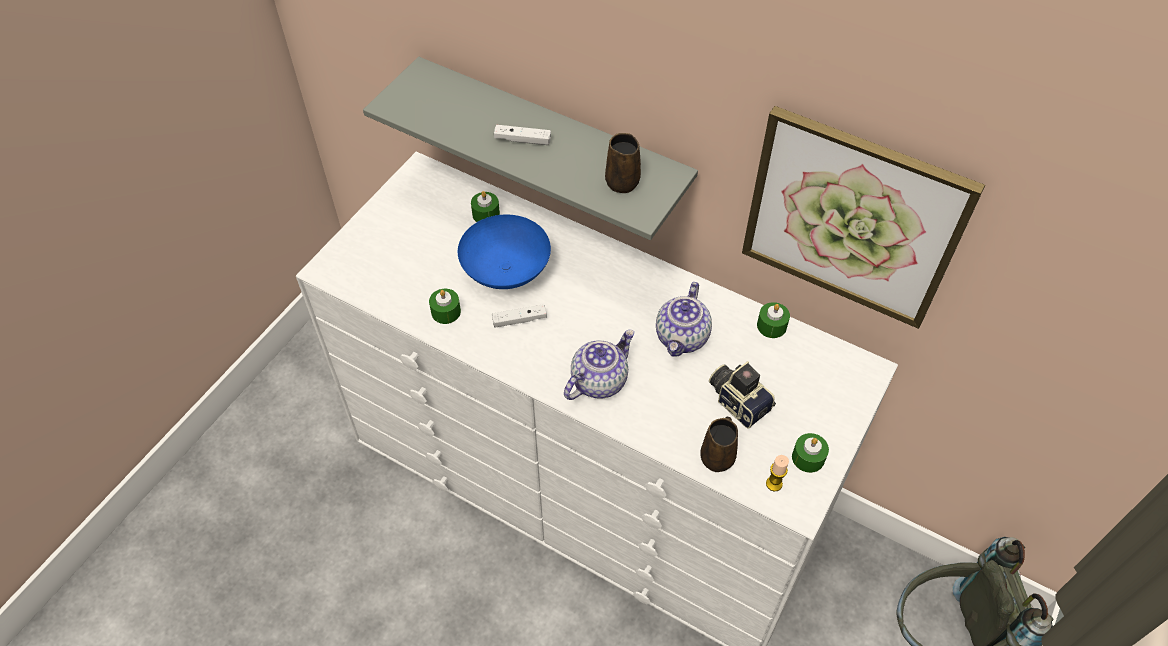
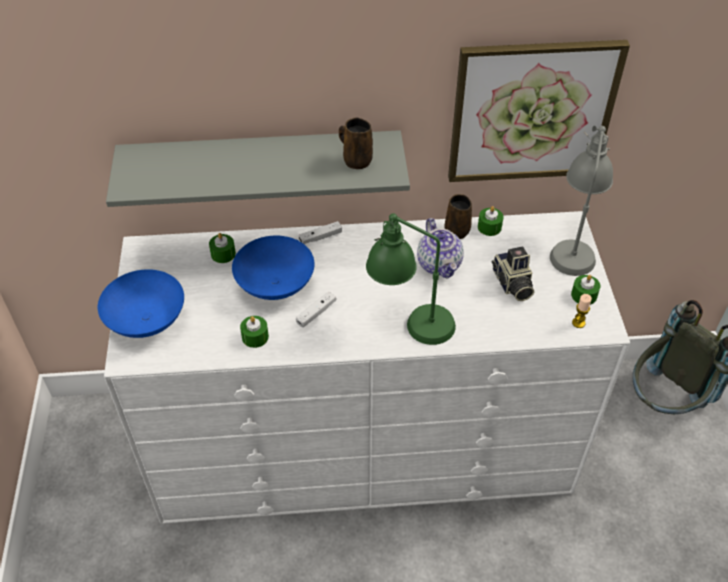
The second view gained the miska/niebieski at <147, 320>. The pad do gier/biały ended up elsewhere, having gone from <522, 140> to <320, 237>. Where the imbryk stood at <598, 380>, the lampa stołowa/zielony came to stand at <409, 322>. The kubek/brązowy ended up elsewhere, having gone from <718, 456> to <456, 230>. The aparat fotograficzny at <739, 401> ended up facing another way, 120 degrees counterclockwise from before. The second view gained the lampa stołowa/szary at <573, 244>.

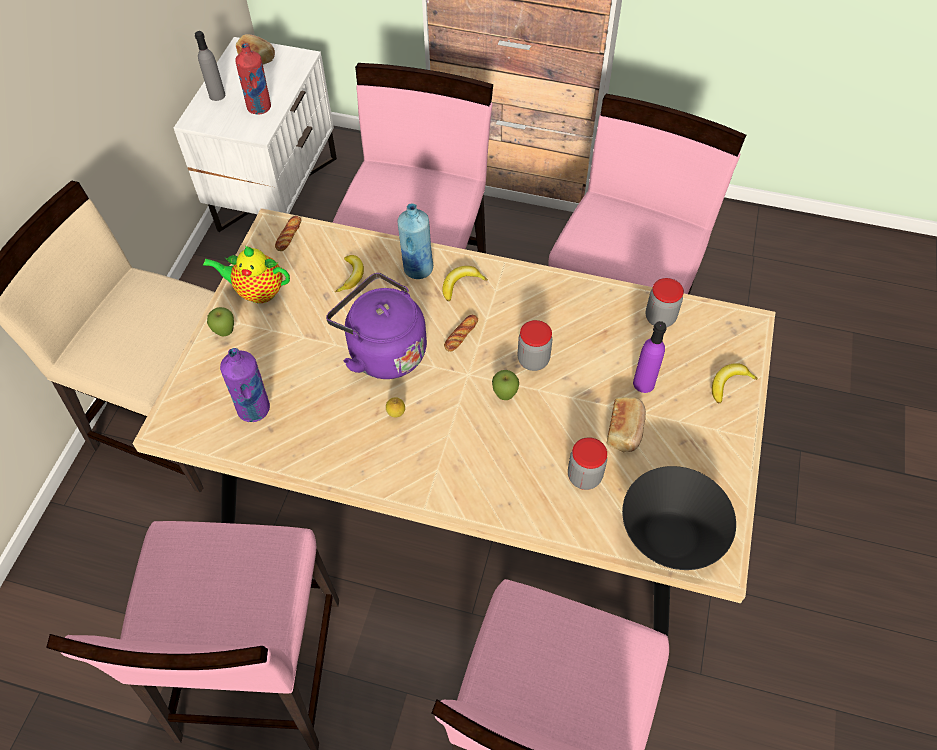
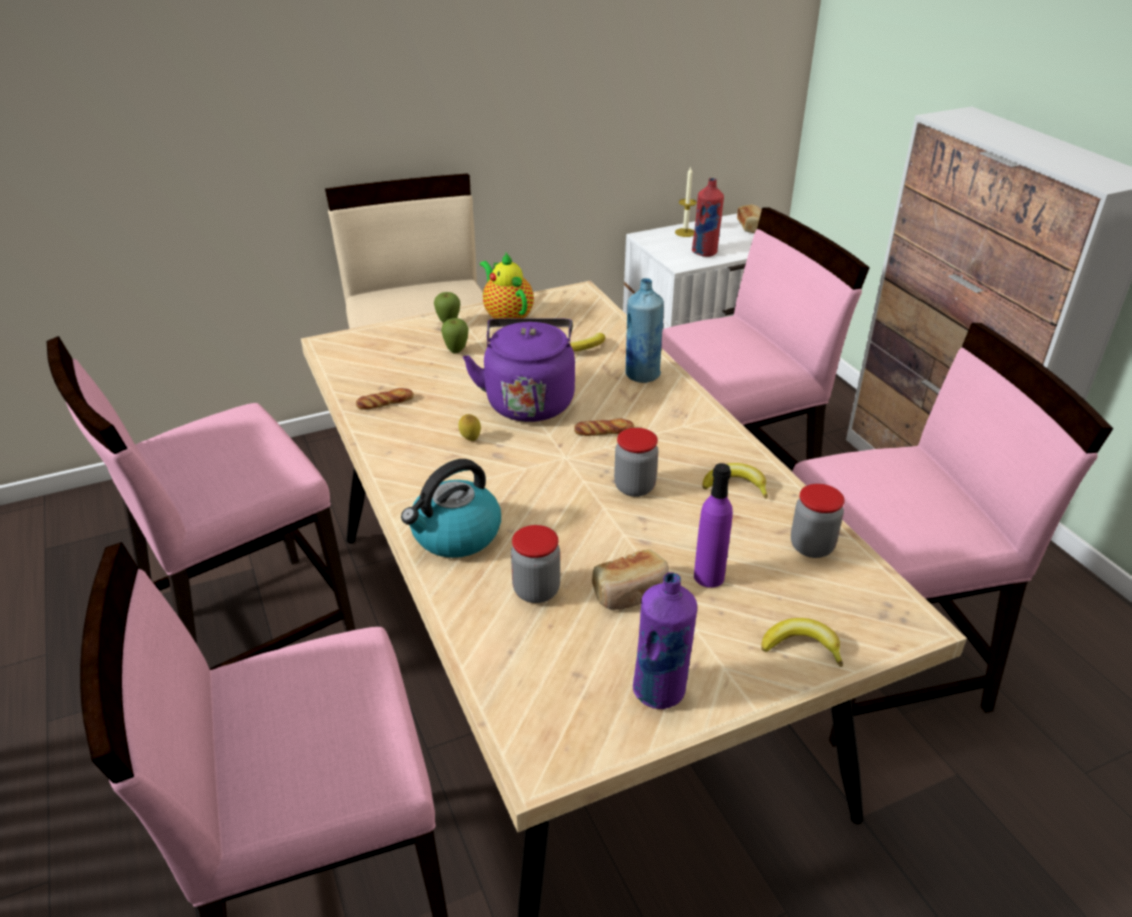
The chleb ended up elsewhere, having gone from <288, 235> to <385, 403>. The second view gained the czajnik at <455, 535>. The jabłko ended up elsewhere, having gone from <504, 396> to <456, 351>. The butelka/fioletowy ended up elsewhere, having gone from <254, 409> to <660, 691>. Where the butelka/szary stood at <217, 95>, the świeca came to stand at <685, 232>. The banan ended up elsewhere, having gone from <461, 285> to <735, 486>. The second view lost the miska/czarny at <670, 535>.

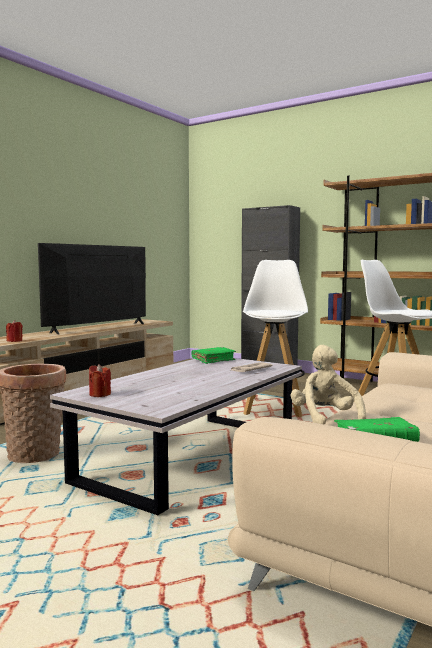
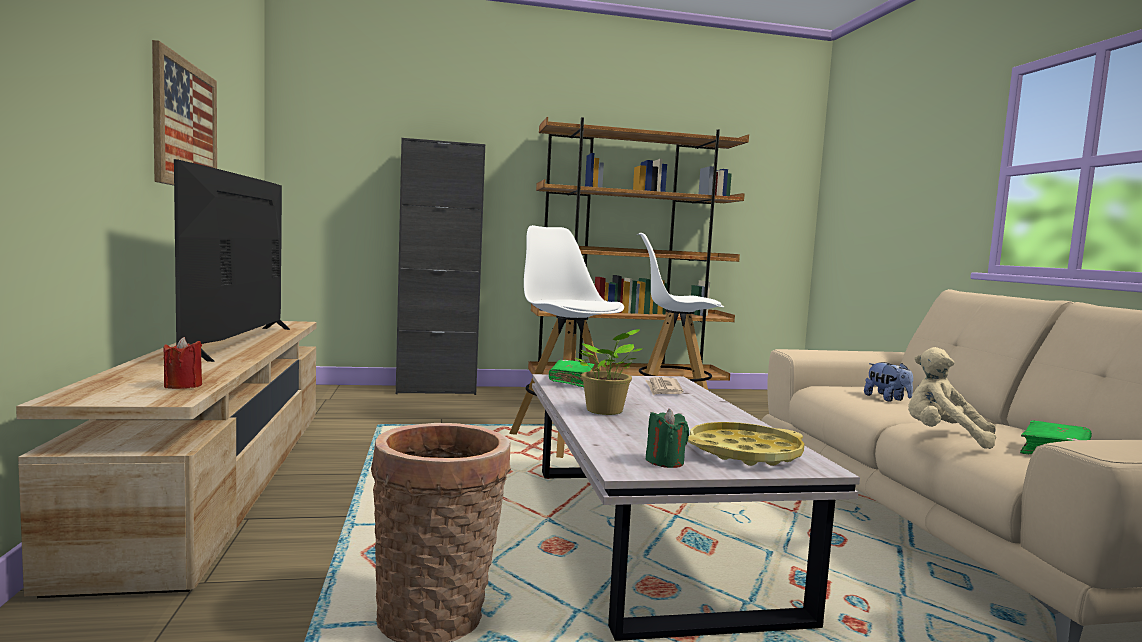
The second view gained the obraz at <185, 125>. The second view gained the roślina doniczkowa at <606, 411>. What was the świeca/czerwony at <100, 394> turned into the świeca/zielony at <665, 462>. The second view gained the taca/żółty at <744, 453>. The second view gained the pluszak at <887, 399>.

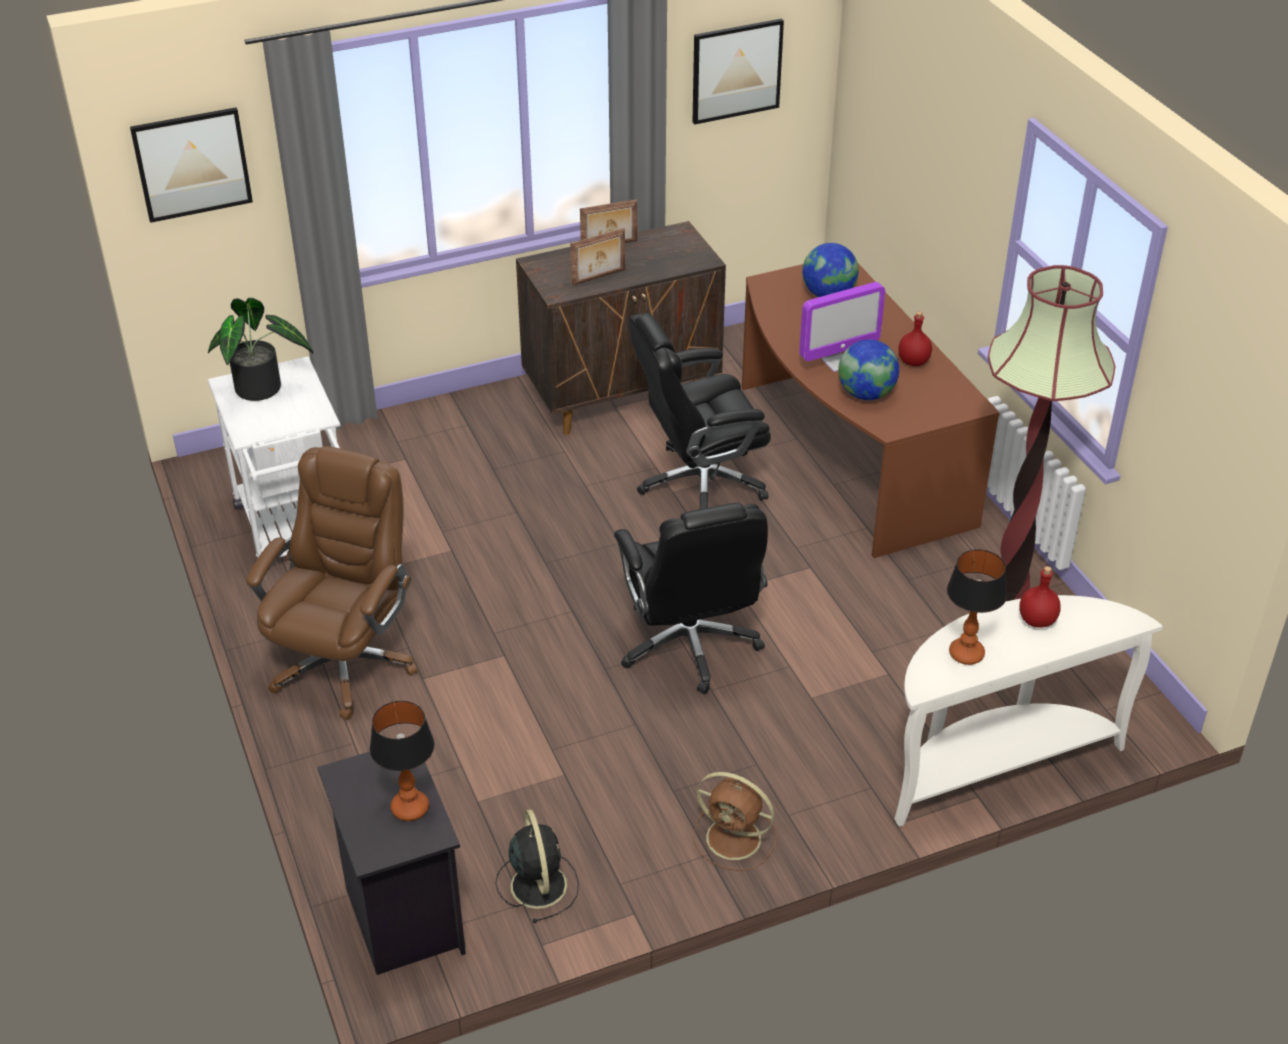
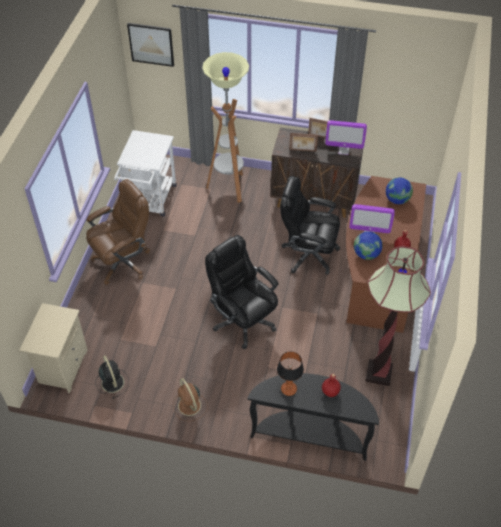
What was the szafka nocna/czarny at <402, 916> turned into the szafka nocna/beżowy at <62, 367>. The wentylator/czarny at <538, 883> ended up facing another way, 45 degrees counterclockwise from before. The second view gained the lampa stojąca at <229, 187>. The krzesło biurowe/czarny at <690, 645> ended up facing another way, 120 degrees clockwise from before. What was the stolik konsolowy/biały at <994, 763> turned into the stolik konsolowy/czarny at <310, 435>. The second view gained the monitor at <343, 151>. The second view lost the roślina doniczkowa at <262, 390>. The second view lost the lampa stołowa at <409, 808>. The second view lost the obraz at <736, 70>.

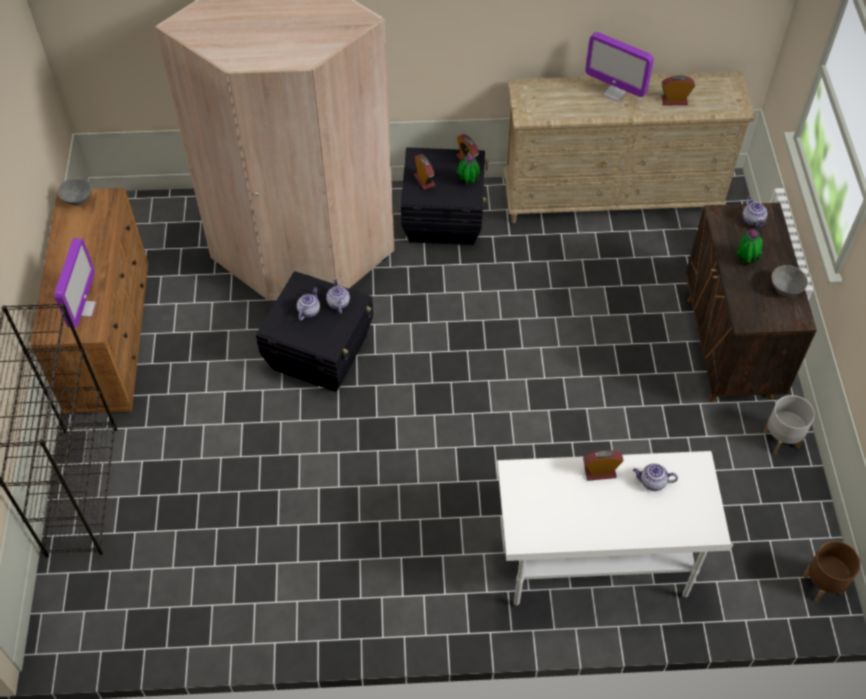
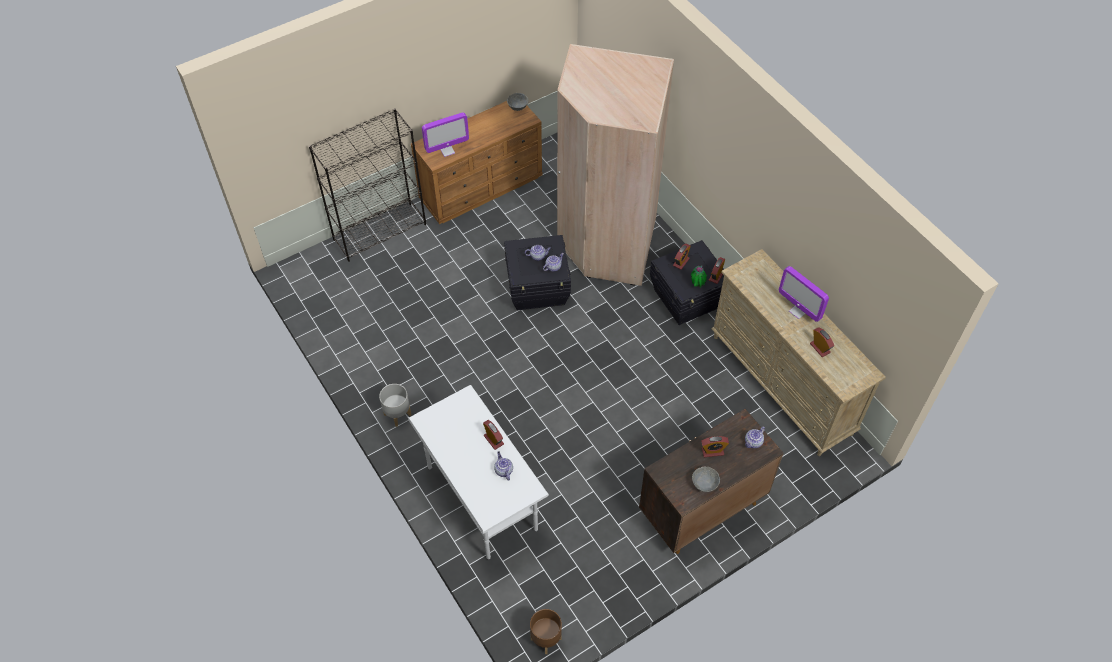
The donica/szary ended up elsewhere, having gone from <781, 439> to <398, 414>. Where the roślina doniczkowa stood at <745, 260>, the budzik came to stand at <712, 451>. The monitor at <614, 93> ended up facing another way, 45 degrees counterclockwise from before.

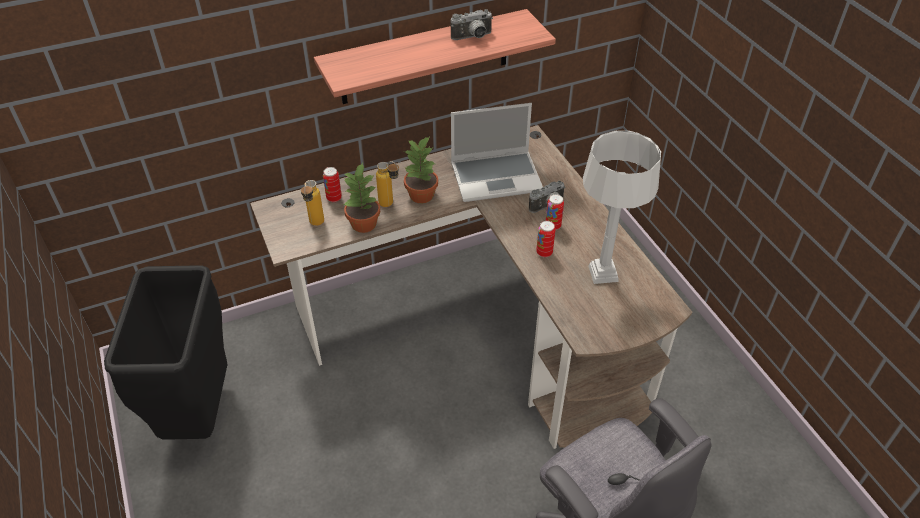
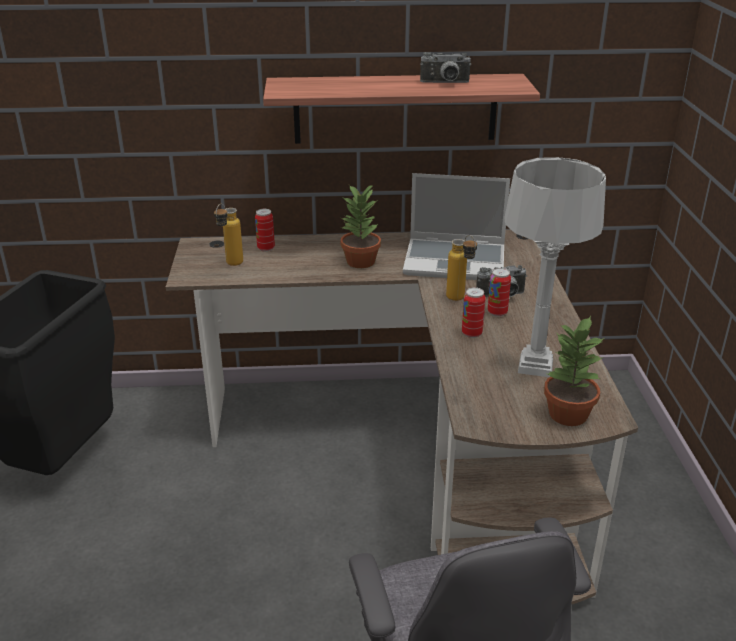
The butelka ended up elsewhere, having gone from <390, 205> to <460, 300>. The roślina doniczkowa ended up elsewhere, having gone from <363, 224> to <567, 414>.

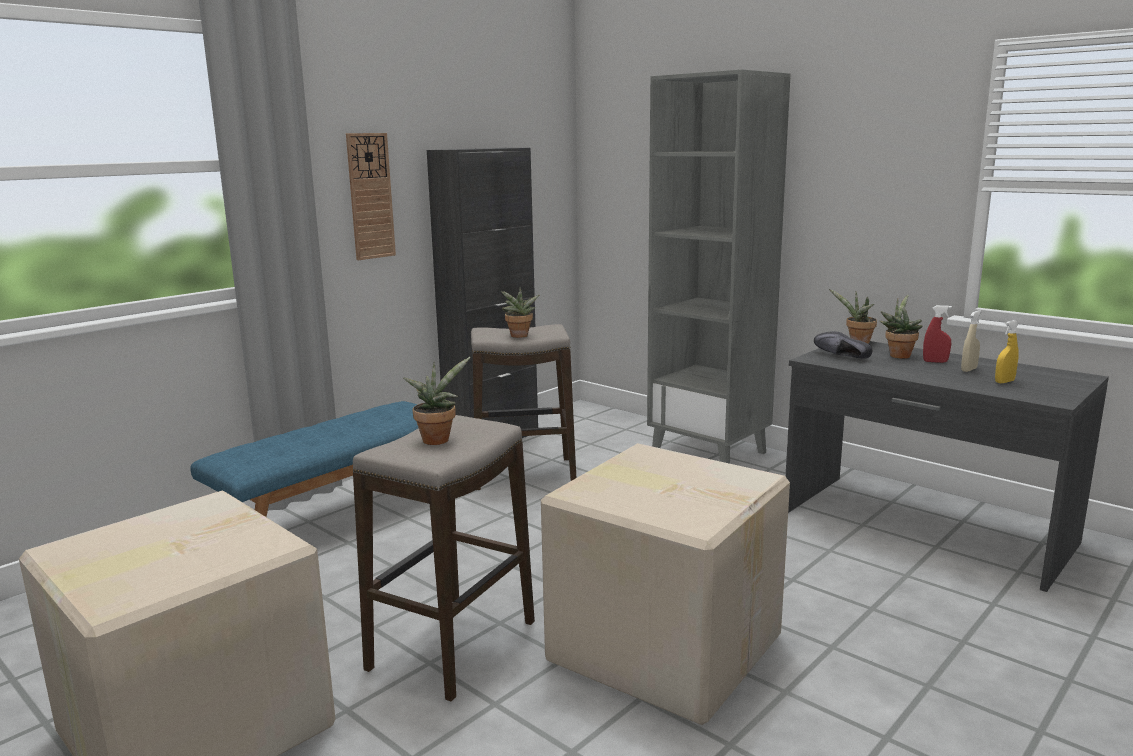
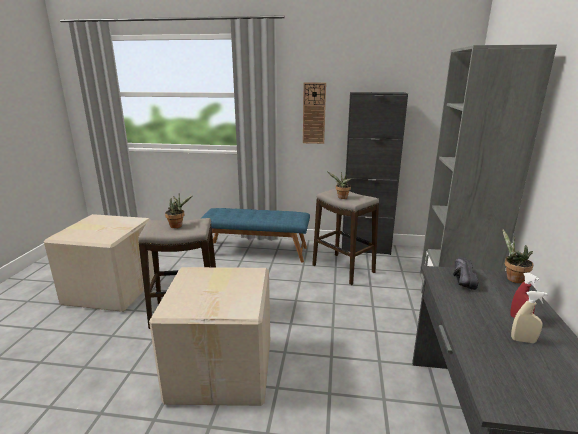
The second view lost the roślina doniczkowa at <898, 355>. The second view lost the spryskiwacz/żółty at <1004, 382>.

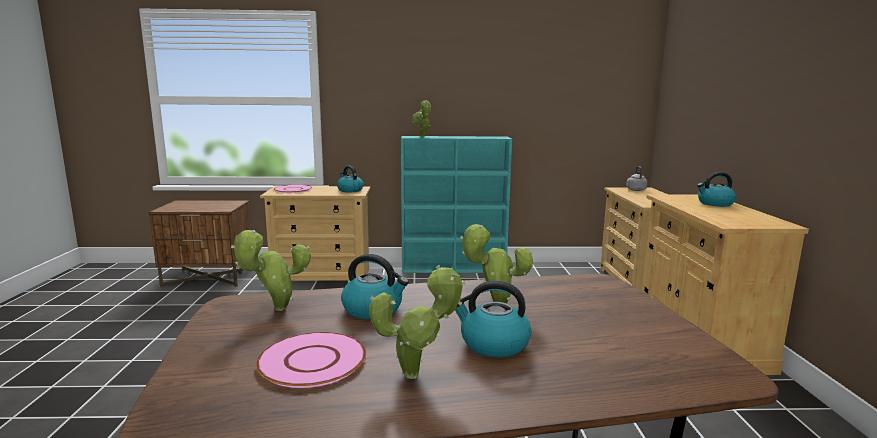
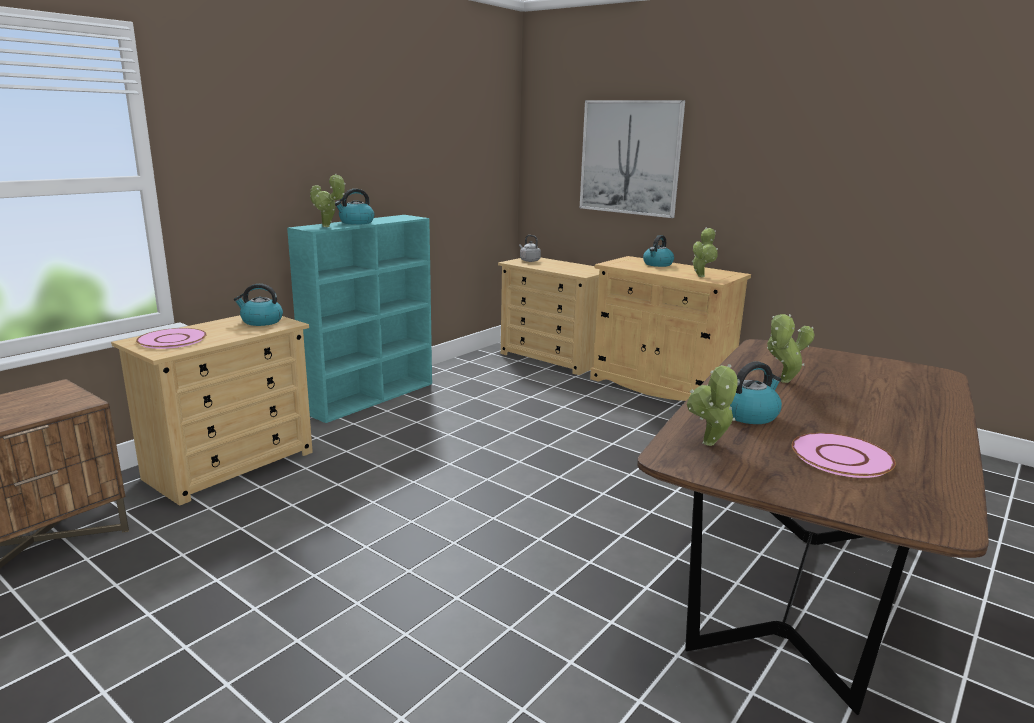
The czajnik ended up elsewhere, having gone from <493, 344> to <356, 222>. The second view gained the obraz at <630, 157>. The roślina doniczkowa ended up elsewhere, having gone from <417, 374> to <701, 276>.

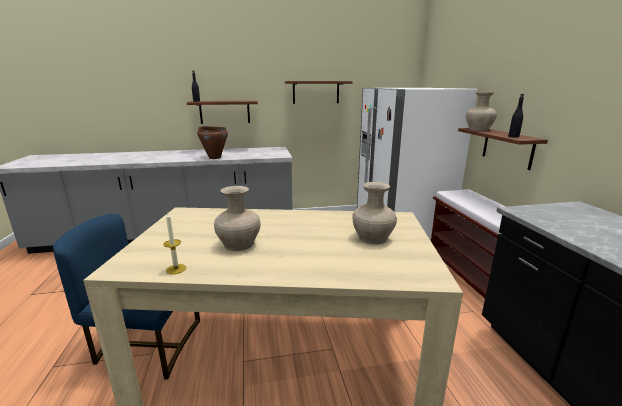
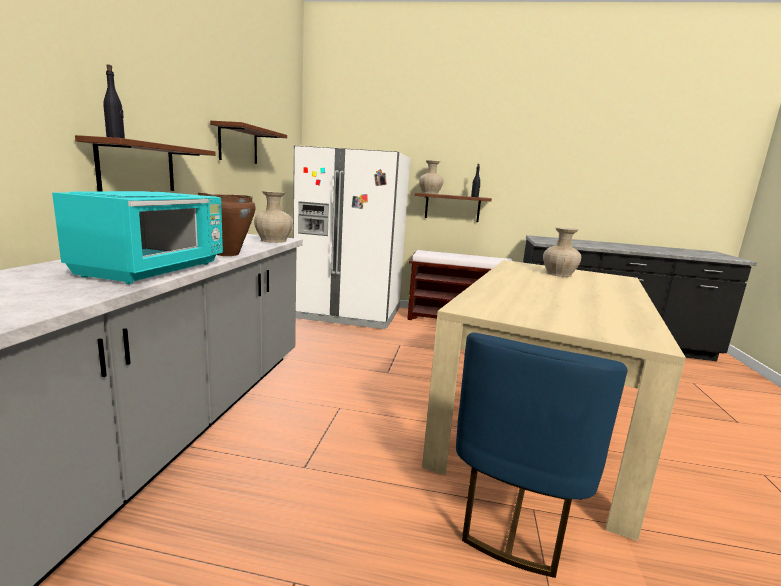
The second view gained the mikrofalówka/turkusowy at <154, 269>. The wazon/beżowy ended up elsewhere, having gone from <239, 243> to <273, 240>. The second view lost the świeca at <176, 269>.

